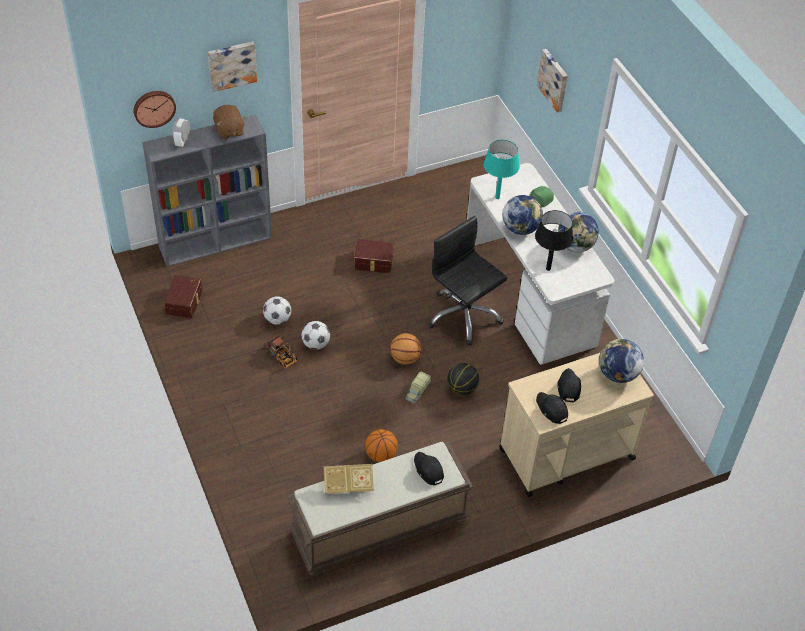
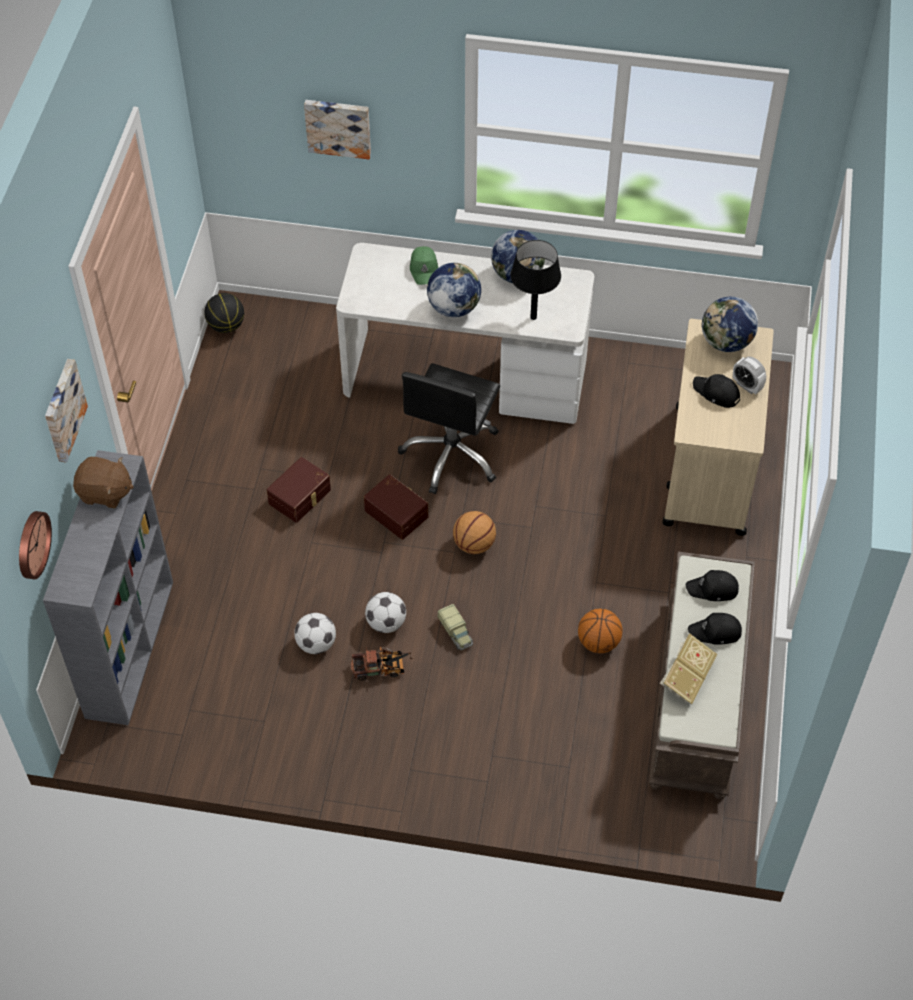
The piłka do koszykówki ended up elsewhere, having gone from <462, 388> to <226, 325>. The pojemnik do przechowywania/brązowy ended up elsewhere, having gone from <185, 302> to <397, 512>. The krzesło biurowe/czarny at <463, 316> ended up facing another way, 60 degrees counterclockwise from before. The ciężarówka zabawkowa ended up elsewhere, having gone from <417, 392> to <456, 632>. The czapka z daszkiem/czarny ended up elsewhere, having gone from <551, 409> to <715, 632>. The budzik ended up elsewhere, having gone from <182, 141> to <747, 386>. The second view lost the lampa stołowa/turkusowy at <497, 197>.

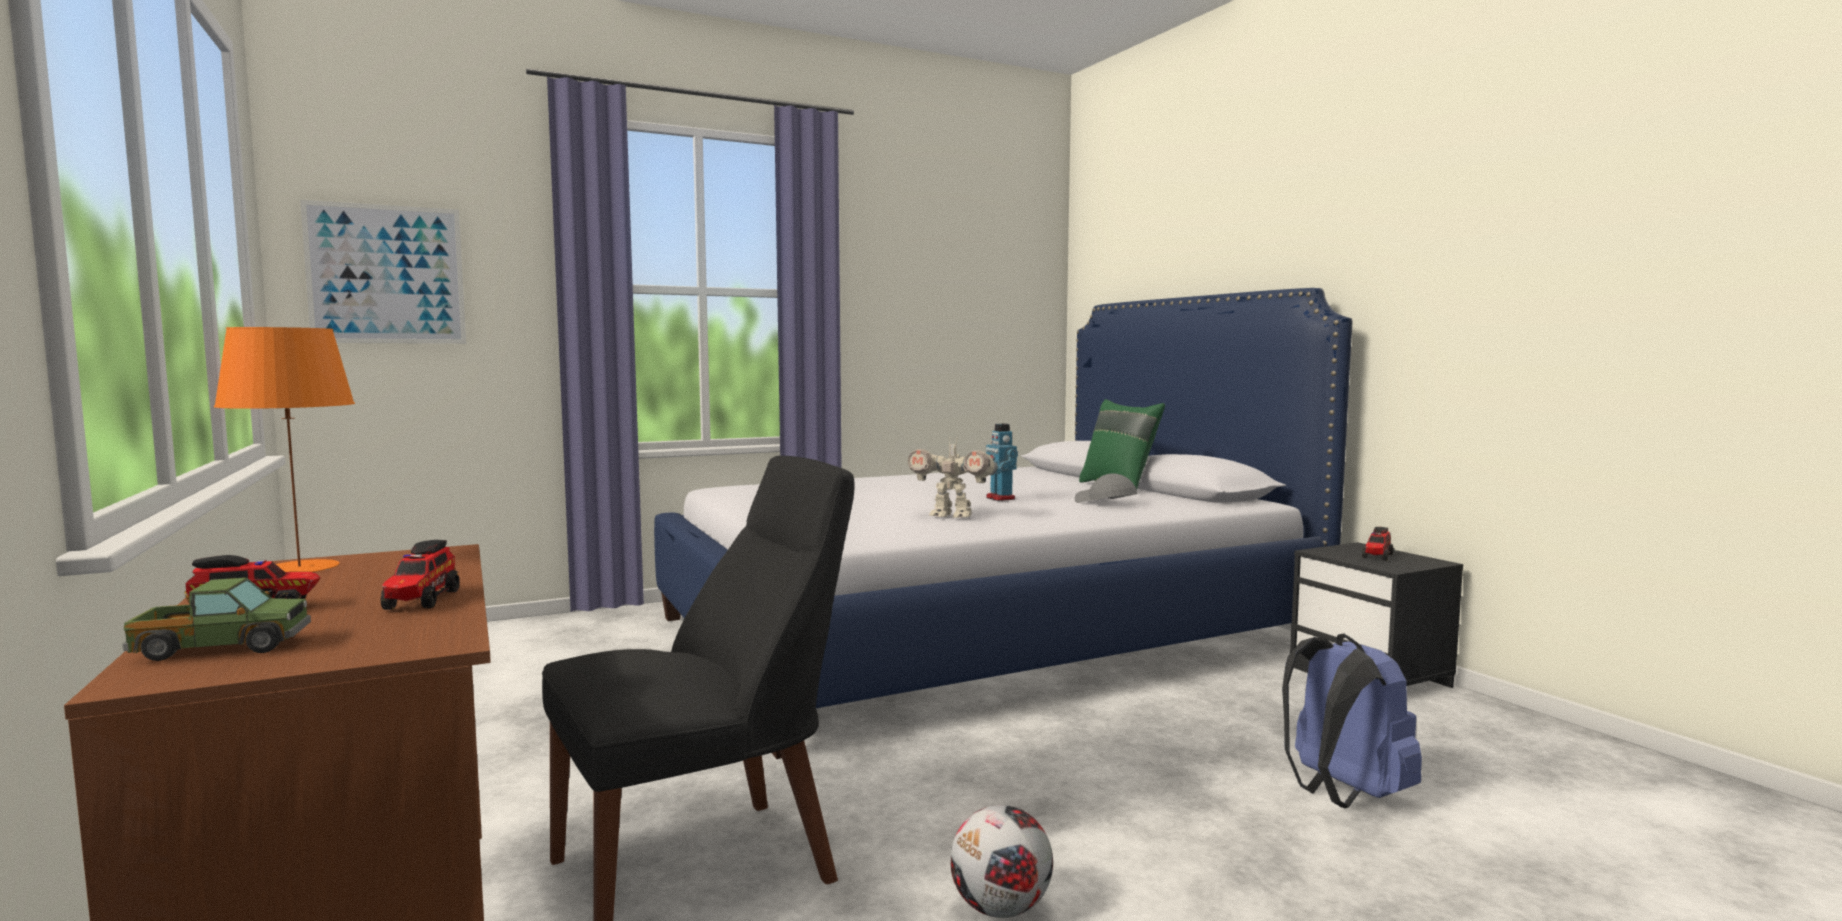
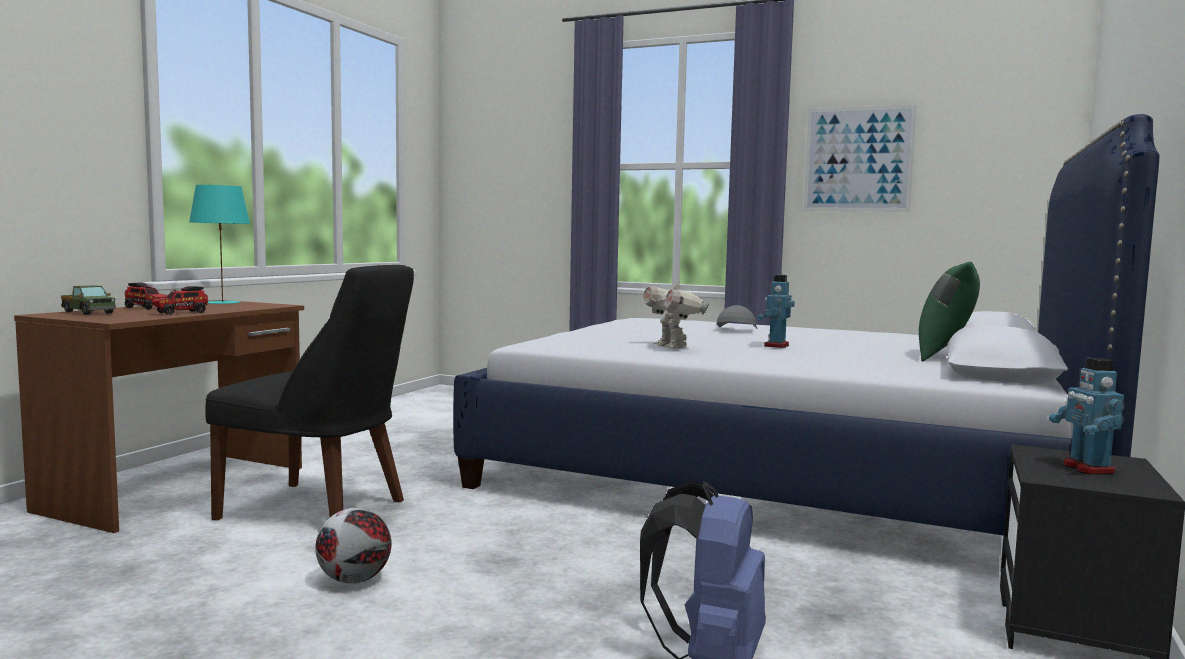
What was the lampa stołowa/pomarańczowy at <298, 568> turned into the lampa stołowa/turkusowy at <221, 302>. The czapka z daszkiem/szary ended up elsewhere, having gone from <1104, 502> to <736, 329>. The obraz ended up elsewhere, having gone from <386, 274> to <858, 159>. Where the ciężarówka zabawkowa stood at <1377, 556>, the robot zabawkowy came to stand at <1087, 469>.

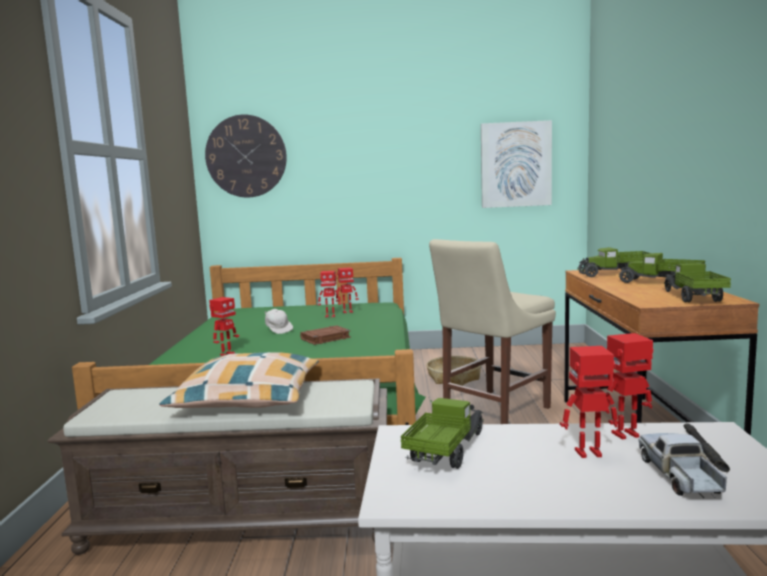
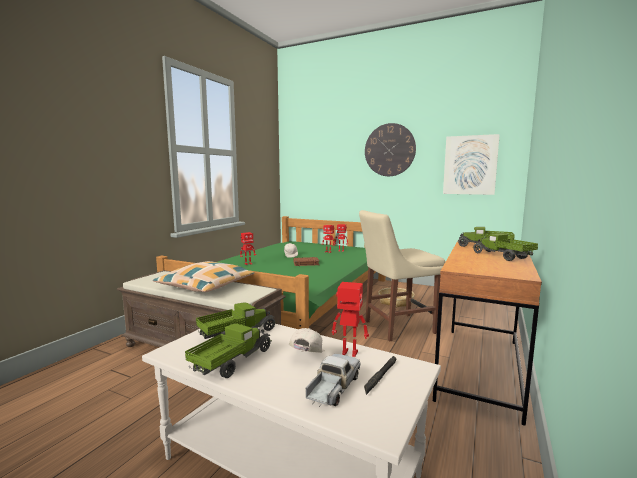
The ciężarówka zabawkowa ended up elsewhere, having gone from <692, 297> to <232, 362>. Where the robot zabawkowy stood at <589, 454>, the czapka z daszkiem/biały came to stand at <306, 358>. The zegar ścienny ended up elsewhere, having gone from <246, 156> to <389, 150>.

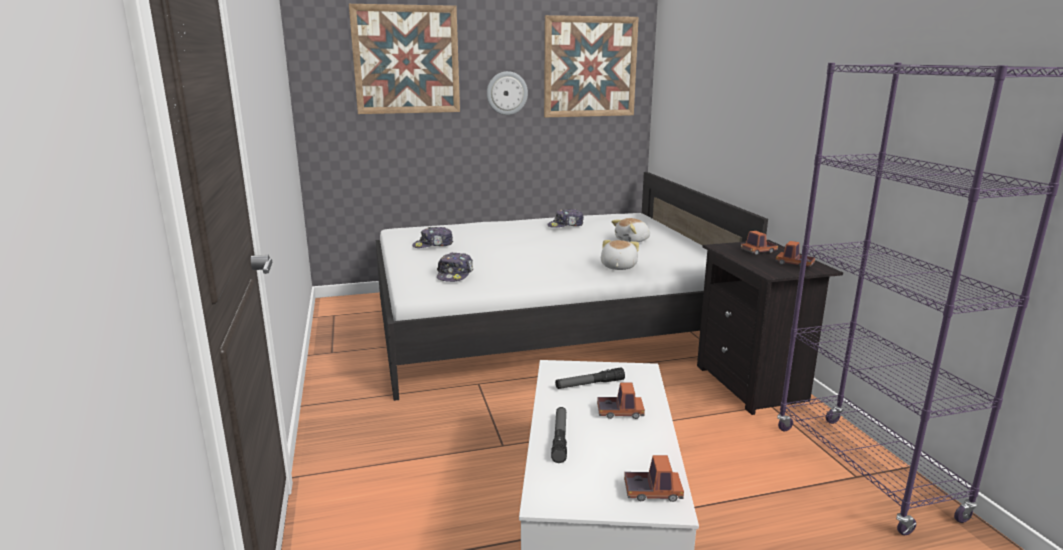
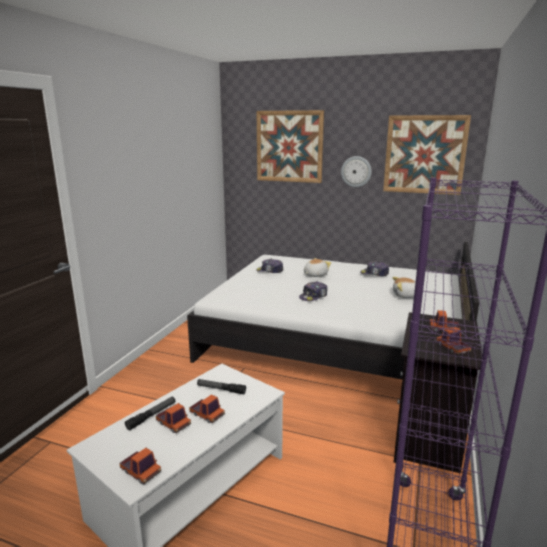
The second view gained the ciężarówka zabawkowa at <173, 424>. The czapka z daszkiem ended up elsewhere, having gone from <455, 275> to <313, 296>. The pluszak ended up elsewhere, having gone from <617, 267> to <315, 275>.

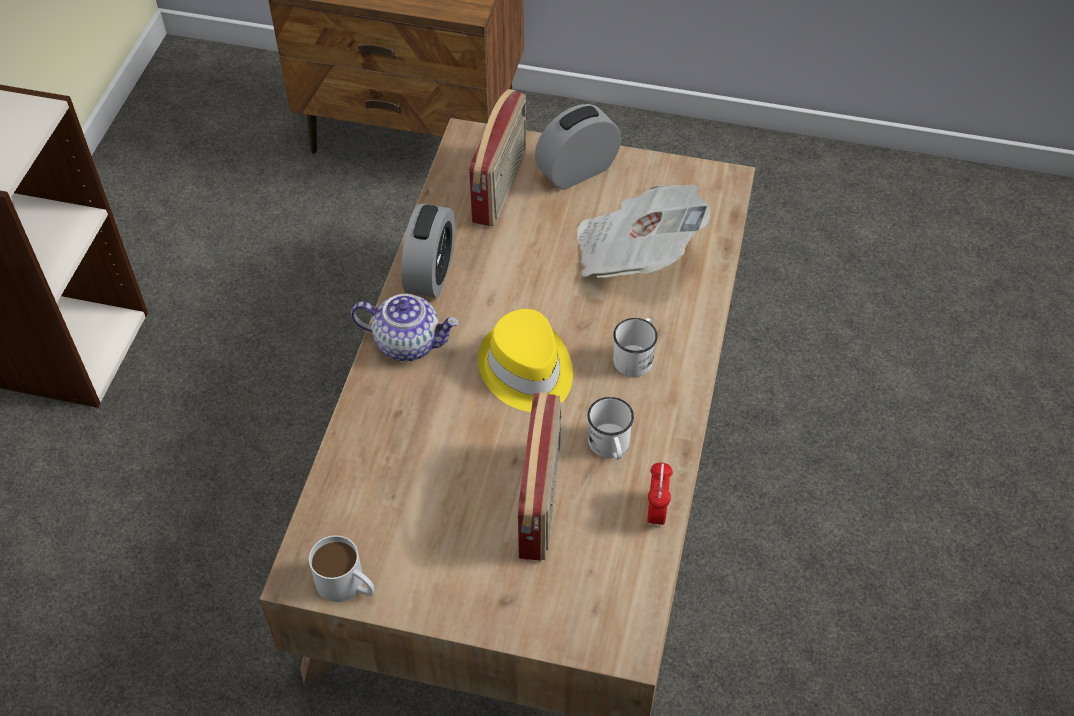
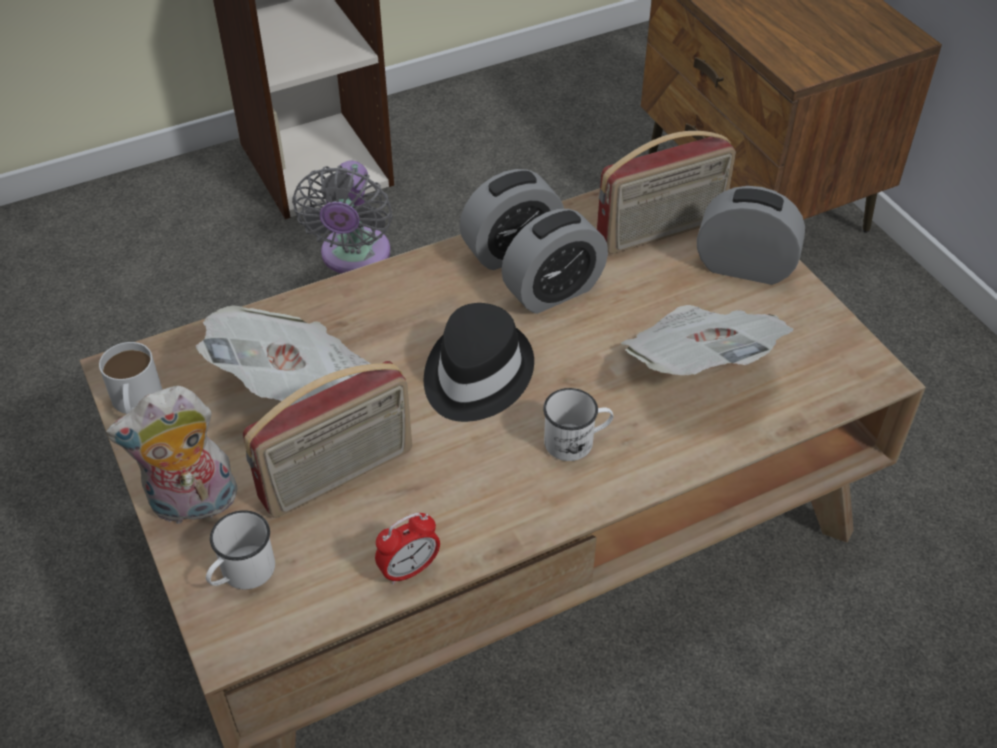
The second view gained the pluszak at <192, 505>. The second view gained the gazeta at <298, 387>. The kubek/biały ended up elsewhere, having gone from <610, 447> to <242, 574>. The second view gained the wentylator/szary at <354, 257>. What was the kapelusz/żółty at <526, 370> turned into the kapelusz/czarny at <475, 374>. The second view gained the budzik at <553, 291>. The second view lost the imbryk at <408, 342>.

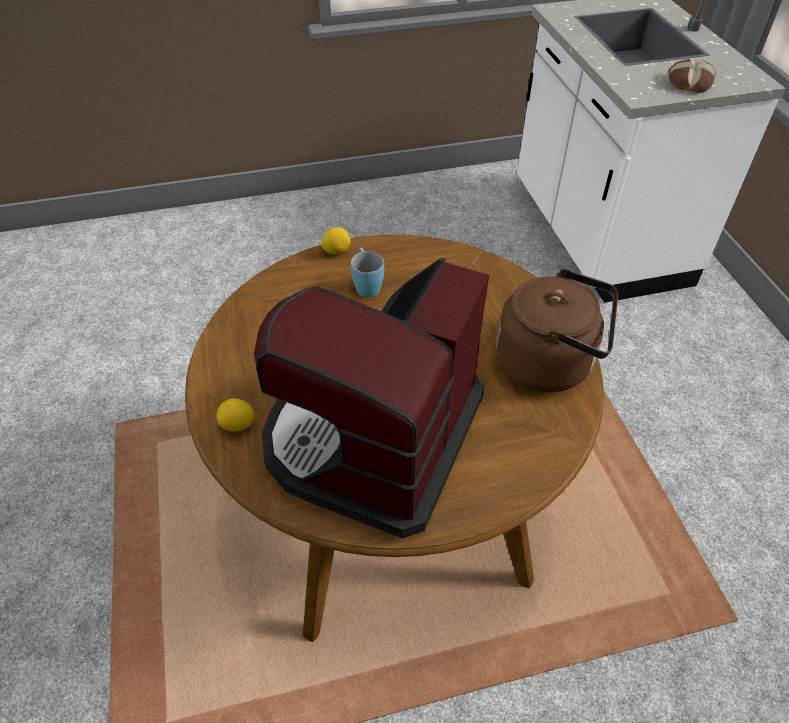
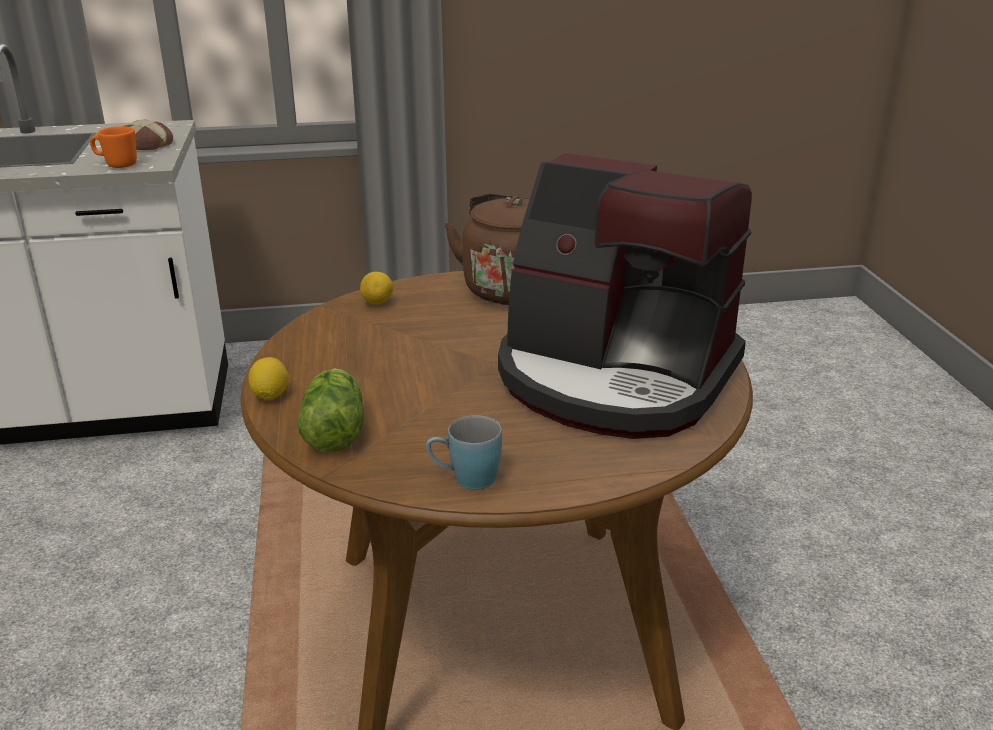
The second view gained the kubek/pomarańczowy at <116, 165>. The second view gained the sałata at <335, 429>. The cytryna ended up elsewhere, having gone from <238, 425> to <377, 303>. The kubek/niebieski ended up elsewhere, having gone from <366, 284> to <465, 479>.

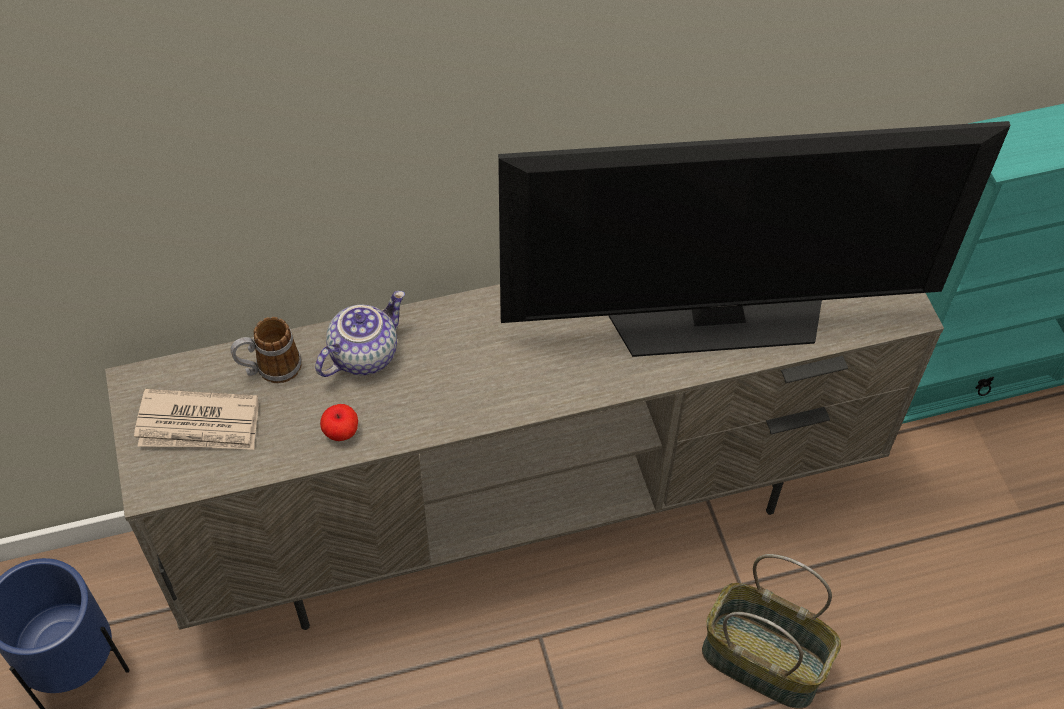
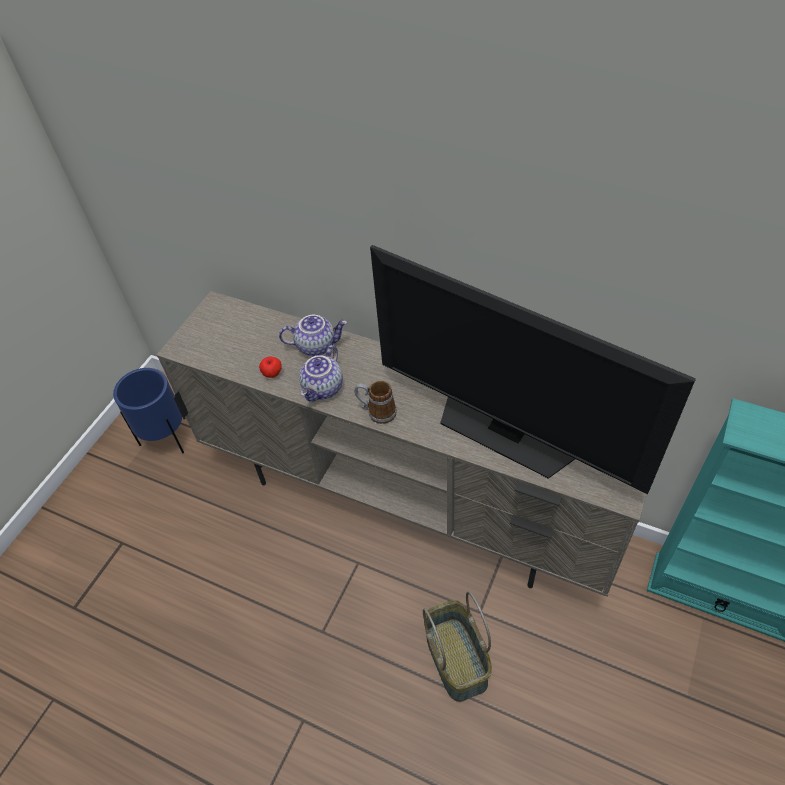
The second view gained the imbryk at <324, 388>. The kubek ended up elsewhere, having gone from <270, 369> to <376, 412>. The second view lost the gazeta at <199, 424>.

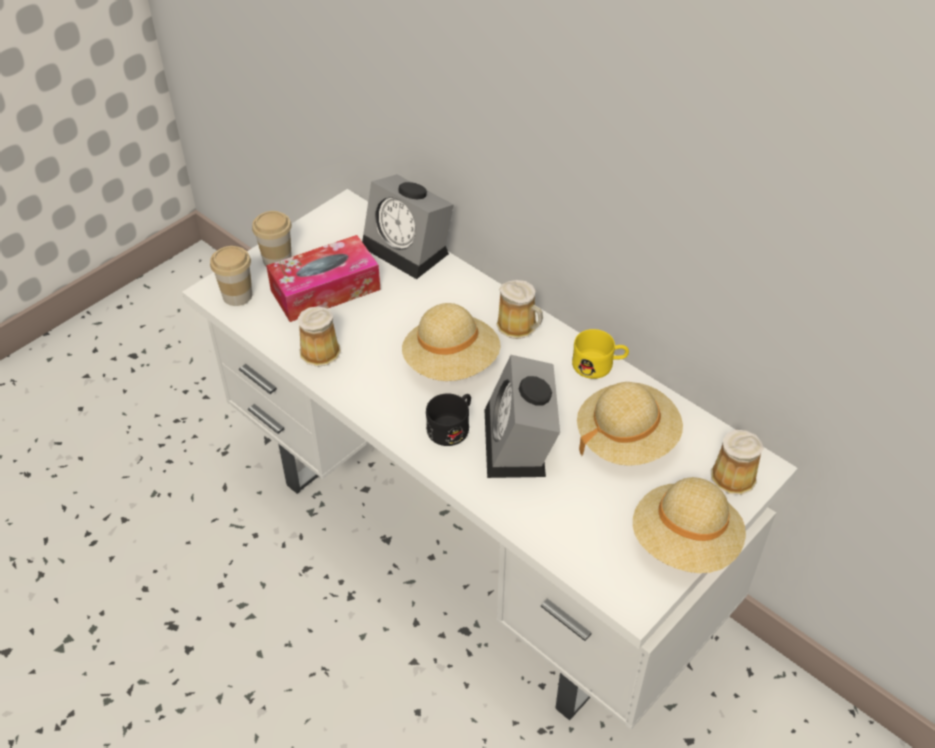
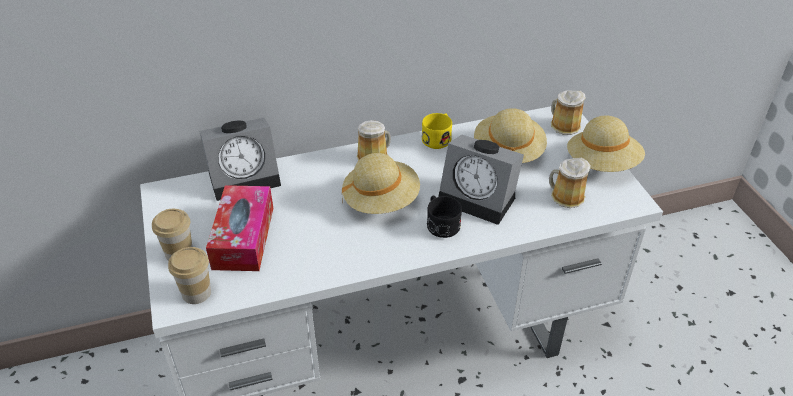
The kubek ended up elsewhere, having gone from <320, 350> to <565, 196>.

